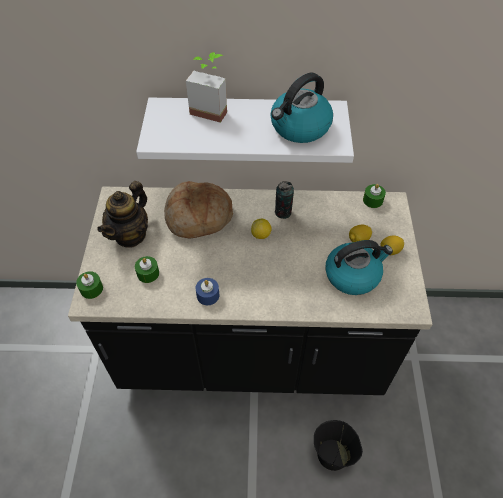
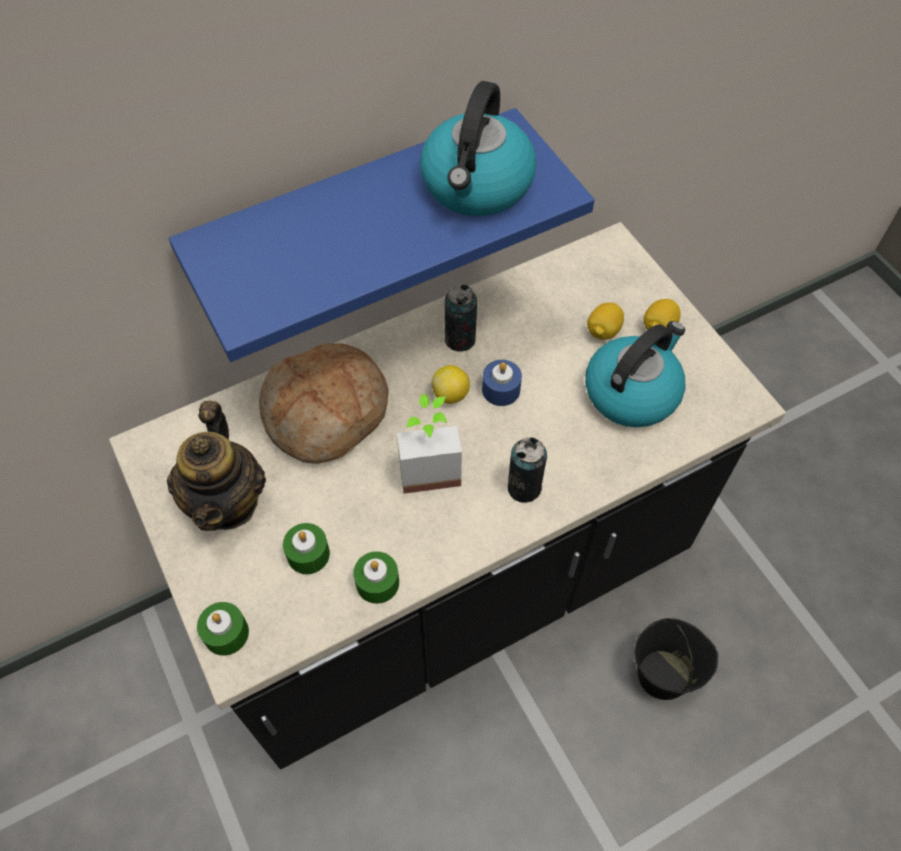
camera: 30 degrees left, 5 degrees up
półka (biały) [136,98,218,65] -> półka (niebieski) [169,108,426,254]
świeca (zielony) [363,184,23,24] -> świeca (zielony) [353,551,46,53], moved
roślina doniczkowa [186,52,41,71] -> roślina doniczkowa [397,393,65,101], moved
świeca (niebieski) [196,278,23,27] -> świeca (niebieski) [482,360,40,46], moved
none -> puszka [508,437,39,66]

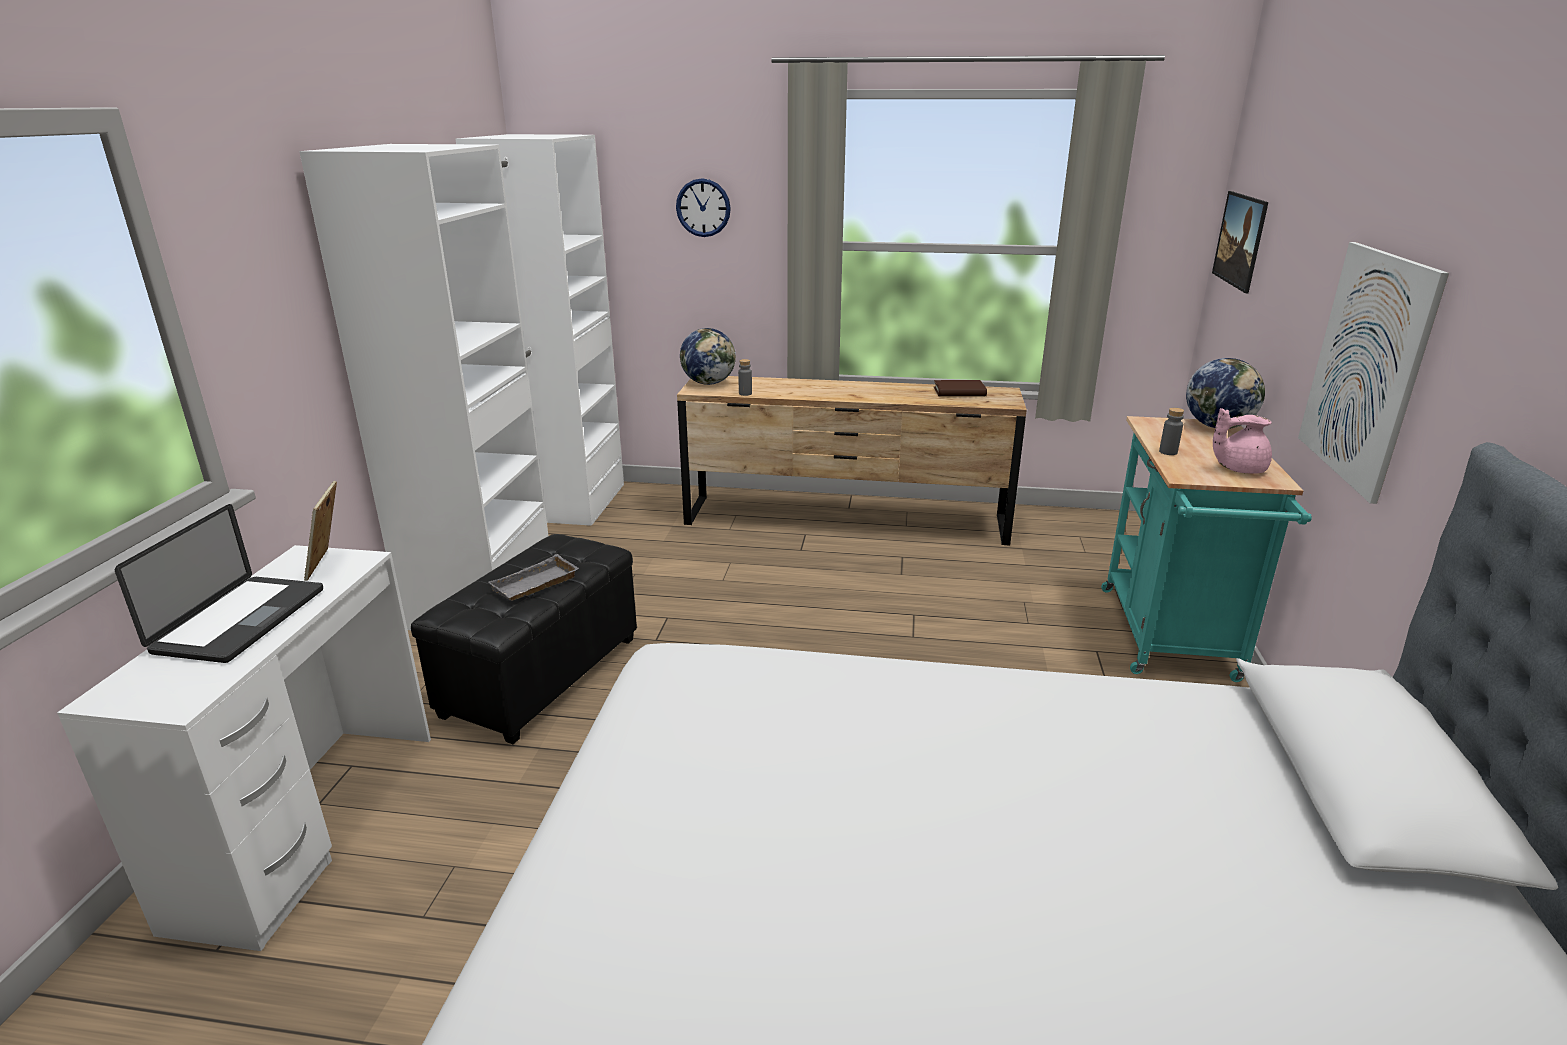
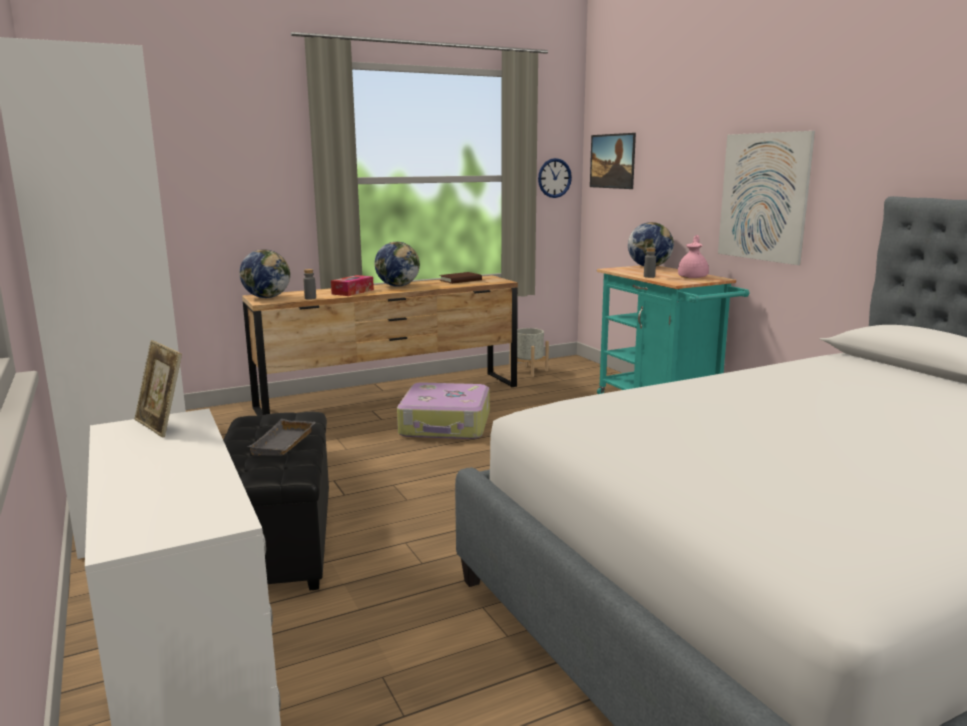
camera: 35 degrees left, 10 degrees down
none -> pudełko chusteczek [331,275,43,21]
none -> globus [375,242,45,45]
none -> walizka [397,382,93,57]
none -> donica (szary) [510,328,39,49]
zegar ścienny [676,178,55,59] -> zegar ścienny [538,158,34,40], moved
imbryk (różowy) [1213,408,59,66] -> imbryk (różowy) [678,235,31,43], 150 degrees clockwise
laptop [115,504,208,159] -> none

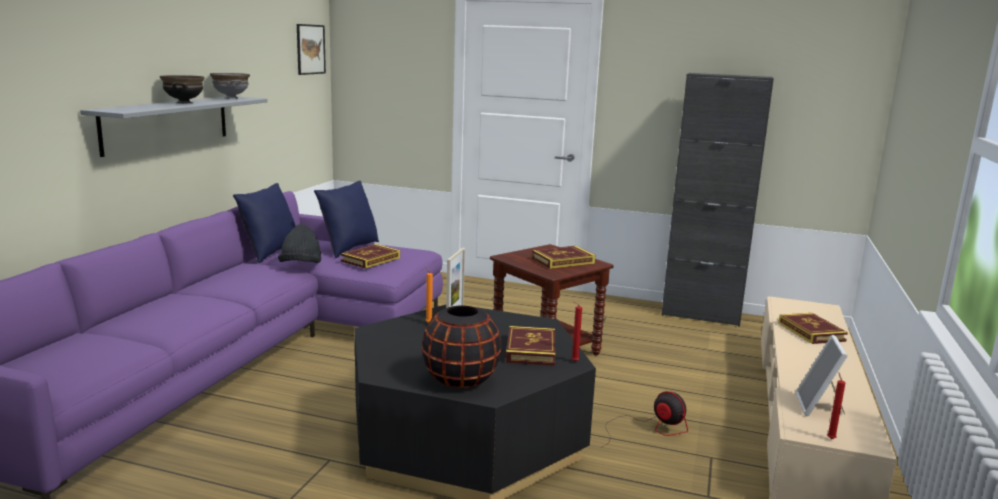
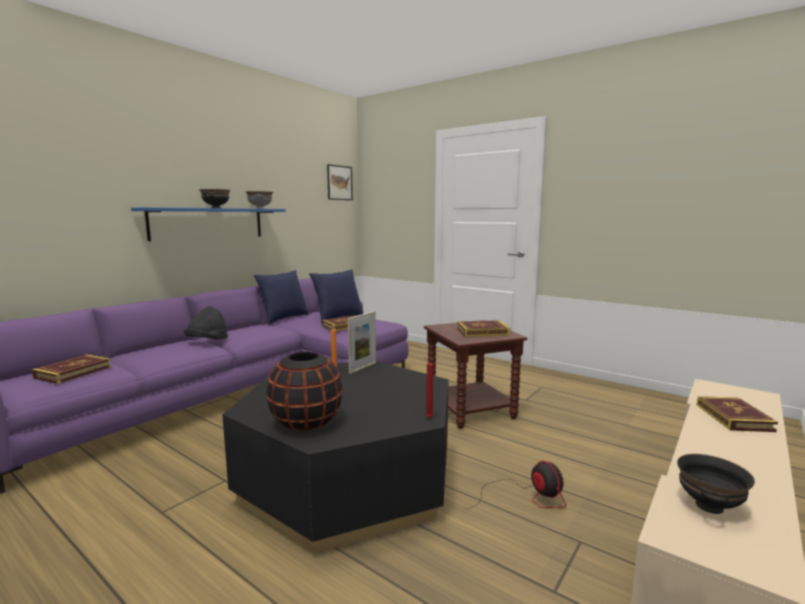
camera: 20 degrees right, 5 degrees down
książka [506,326,50,40] -> książka [32,354,80,30], moved
półka (szary) [80,96,187,61] -> półka (niebieski) [131,207,155,34]
kapelusz (czarny) [278,224,43,39] -> kapelusz (czarny) [184,306,44,33], moved
ramka na zdjęcie [796,335,52,81] -> miska (czarny) [677,454,78,60]
szafka (czarny) [661,73,113,254] -> none
świeca (czerwony) [827,372,18,67] -> none

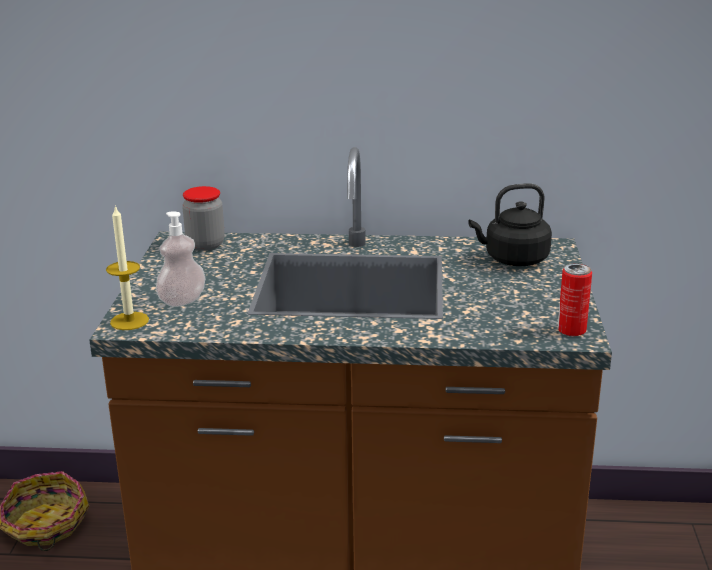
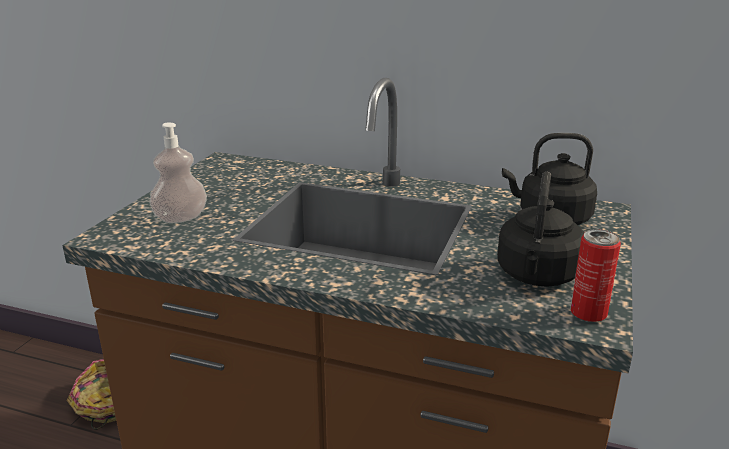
camera: 15 degrees right, 0 degrees up
none -> czajnik (czarny) [497,172,88,115]
świeca [106,205,43,125] -> none
słoik [182,186,43,65] -> none

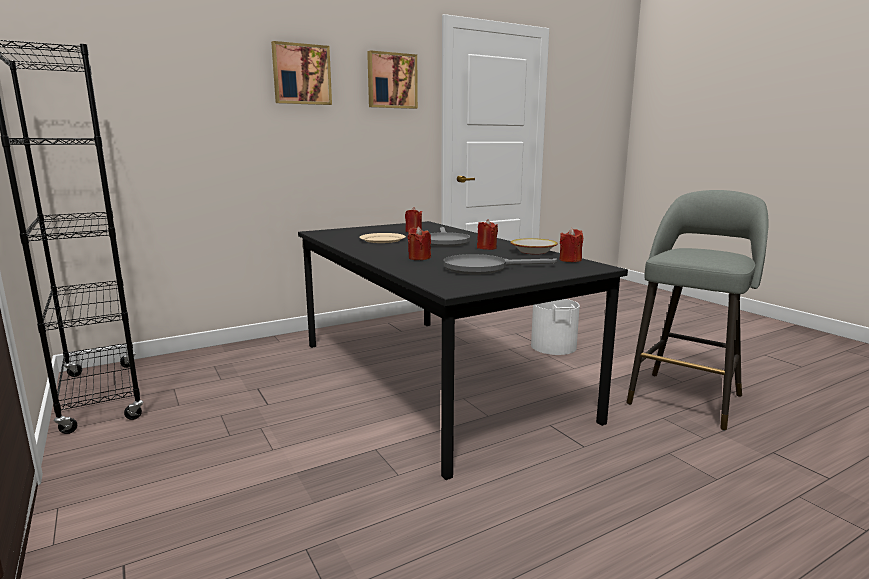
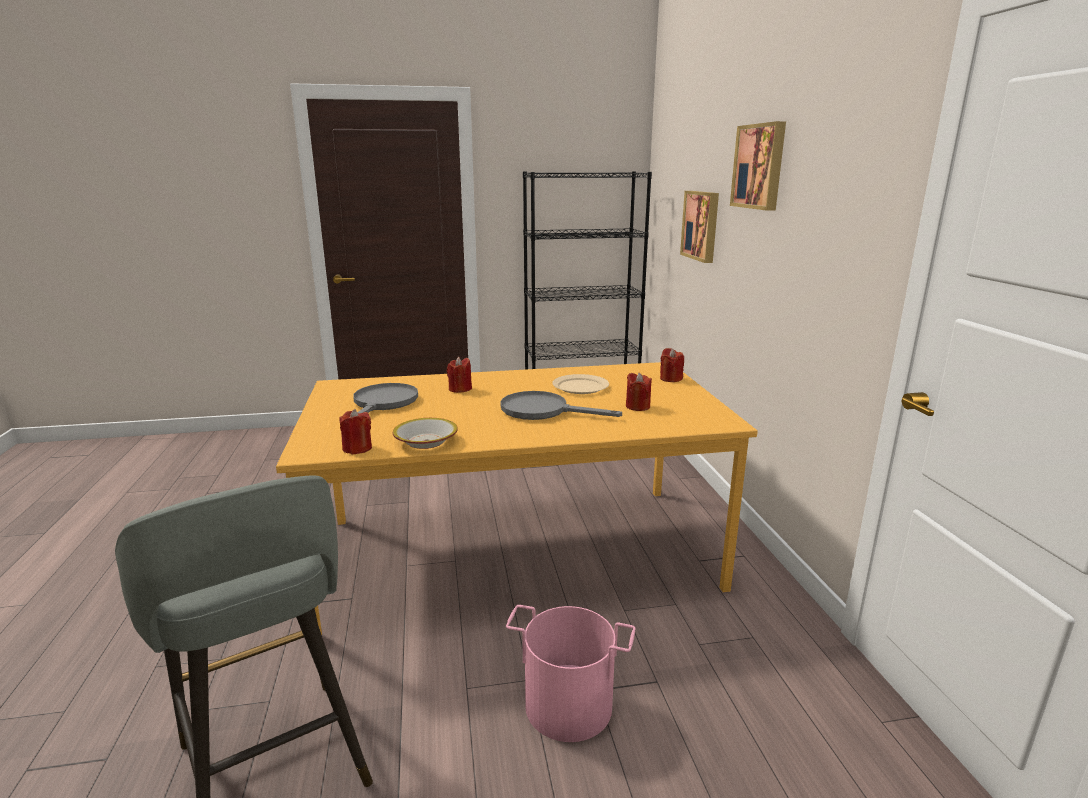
camera: 110 degrees right, 5 degrees up
stół jadalny (czarny) [298,221,330,259] -> stół jadalny (pomarańczowy) [276,362,482,273]
wiadro (biały) [531,299,49,56] -> wiadro (różowy) [506,605,130,137]
świeca (czerwony) [477,219,21,31] -> świeca (czerwony) [660,348,24,34], moved
obraz [367,50,51,59] -> obraz [680,191,39,72], moved

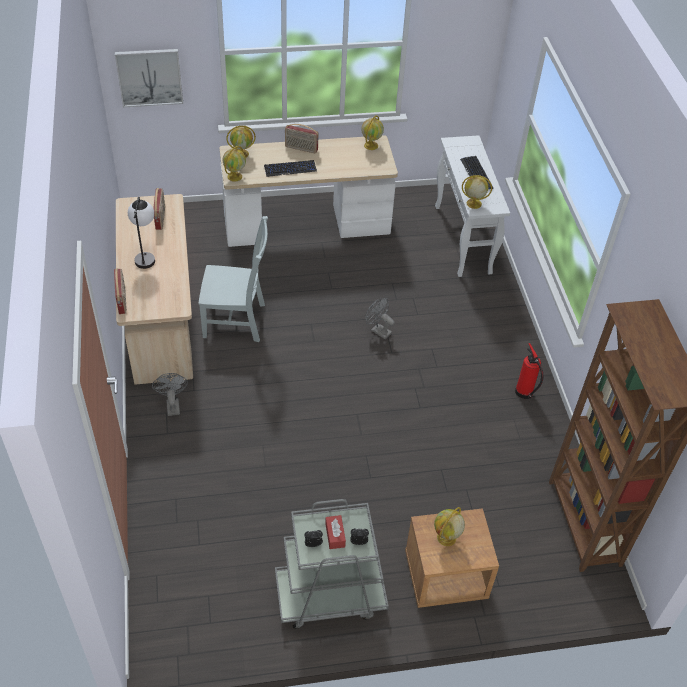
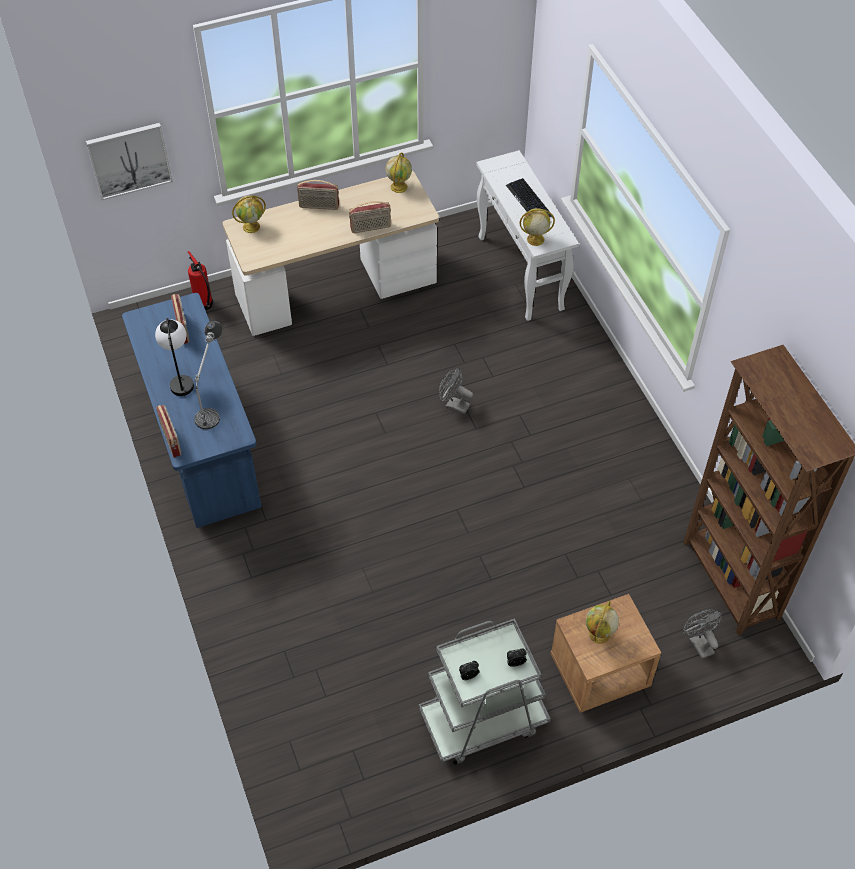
camera: 10 degrees left, 5 degrees up
biurko (beżowy) [116,194,77,191] -> biurko (niebieski) [122,293,139,235]
gaśnica [515,343,28,56] -> gaśnica [188,251,25,59], moved
none -> lampa stołowa [194,321,29,109]
none -> radio [349,201,42,32]
wentylator (szary) [152,373,36,43] -> wentylator (szary) [683,609,39,50], moved
krzesło (szary) [198,216,70,126] -> none
globus [223,146,23,36] -> none
klawiatura [264,160,53,17] -> none
pudełko chusteczek (czerwony) [325,515,21,34] -> none

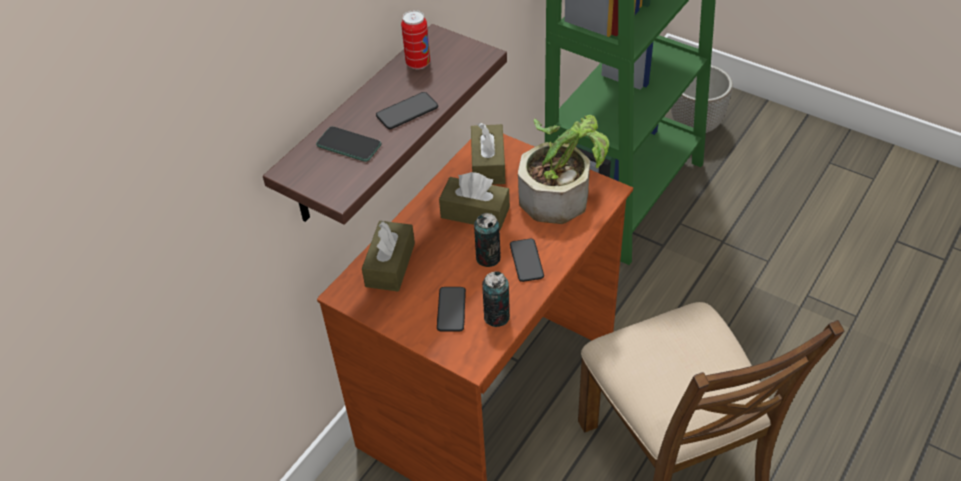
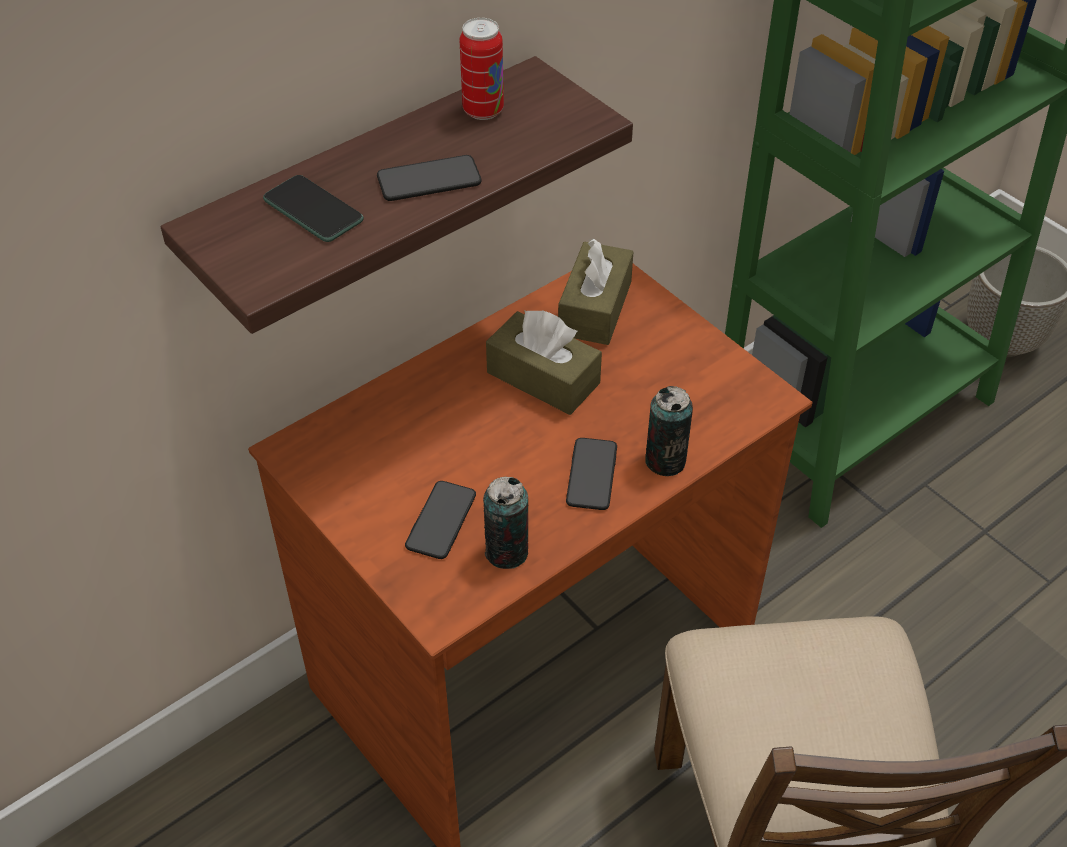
camera: 15 degrees right, 0 degrees up
puszka [474,213,27,54] -> puszka [645,386,48,90], moved
pudełko chusteczek (brązowy) [362,221,53,70] -> none
roślina doniczkowa [518,115,91,109] -> none

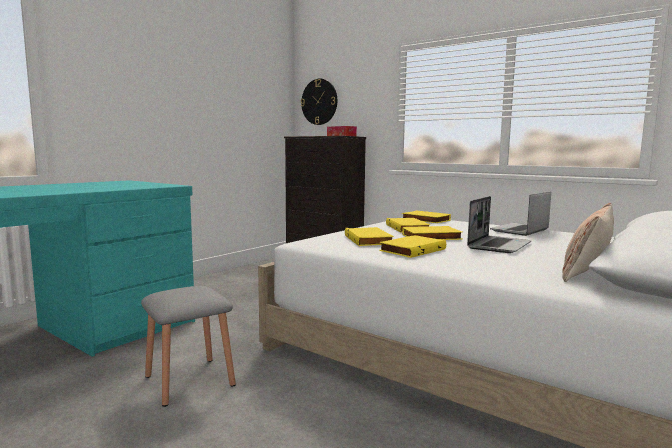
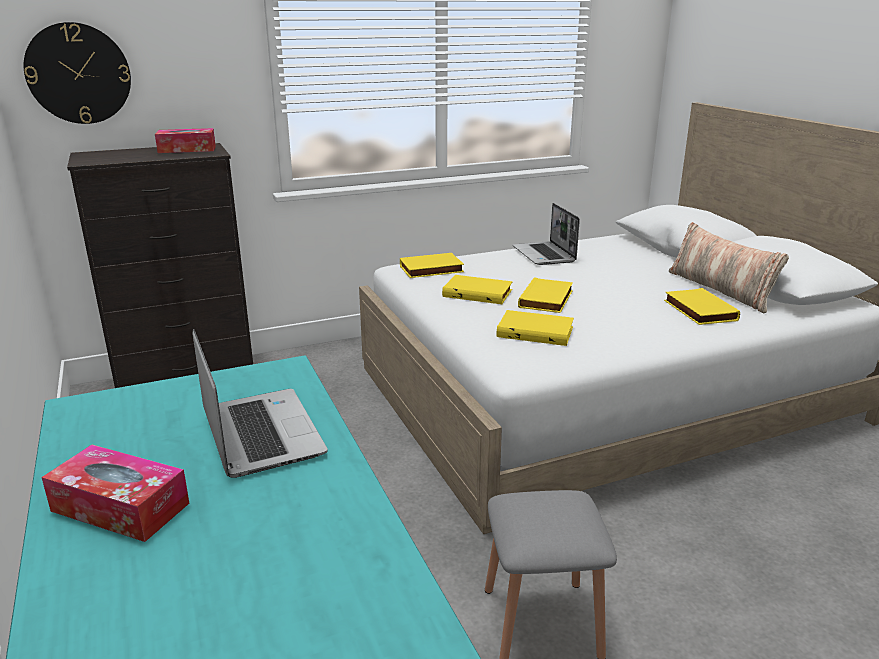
camera: 60 degrees left, 15 degrees up
none -> pudełko chusteczek [41,445,148,97]
laptop [467,196,64,57] -> laptop [193,329,135,149], moved
książka (żółty) [379,235,67,23] -> książka (żółty) [664,288,76,37], moved

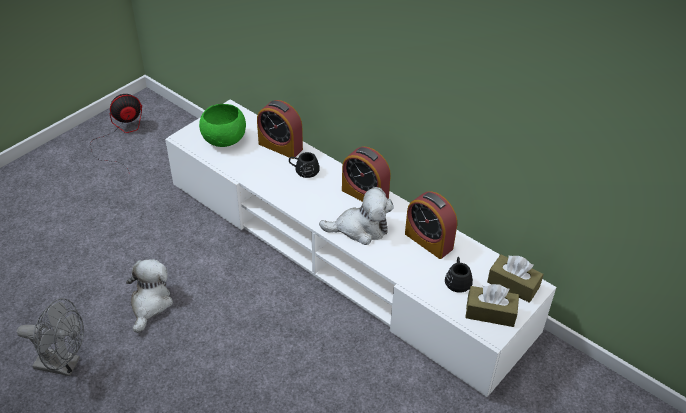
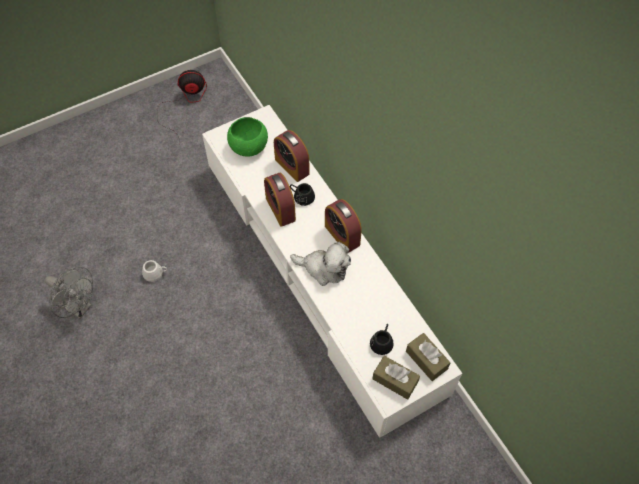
camera: 20 degrees right, 15 degrees up
pluszak [126,259,47,74] -> kubek (biały) [142,260,25,22]
budzik [405,191,52,68] -> budzik [264,173,32,54], moved

